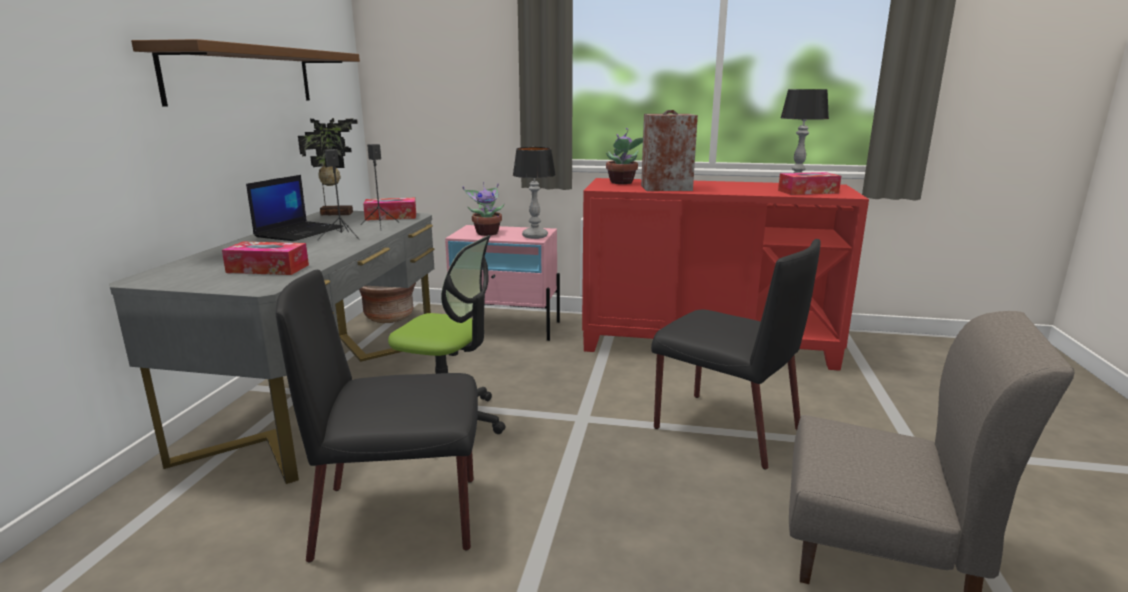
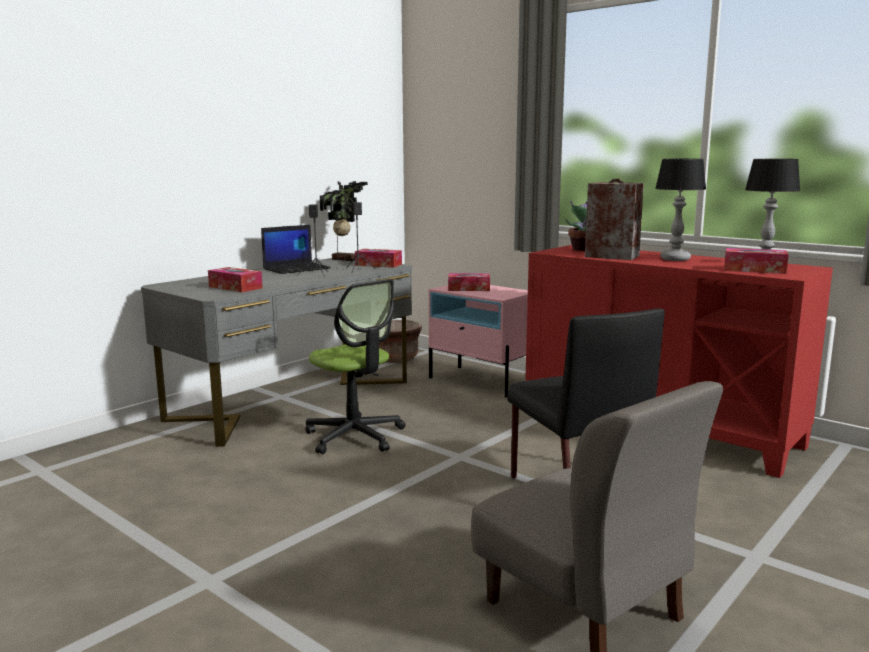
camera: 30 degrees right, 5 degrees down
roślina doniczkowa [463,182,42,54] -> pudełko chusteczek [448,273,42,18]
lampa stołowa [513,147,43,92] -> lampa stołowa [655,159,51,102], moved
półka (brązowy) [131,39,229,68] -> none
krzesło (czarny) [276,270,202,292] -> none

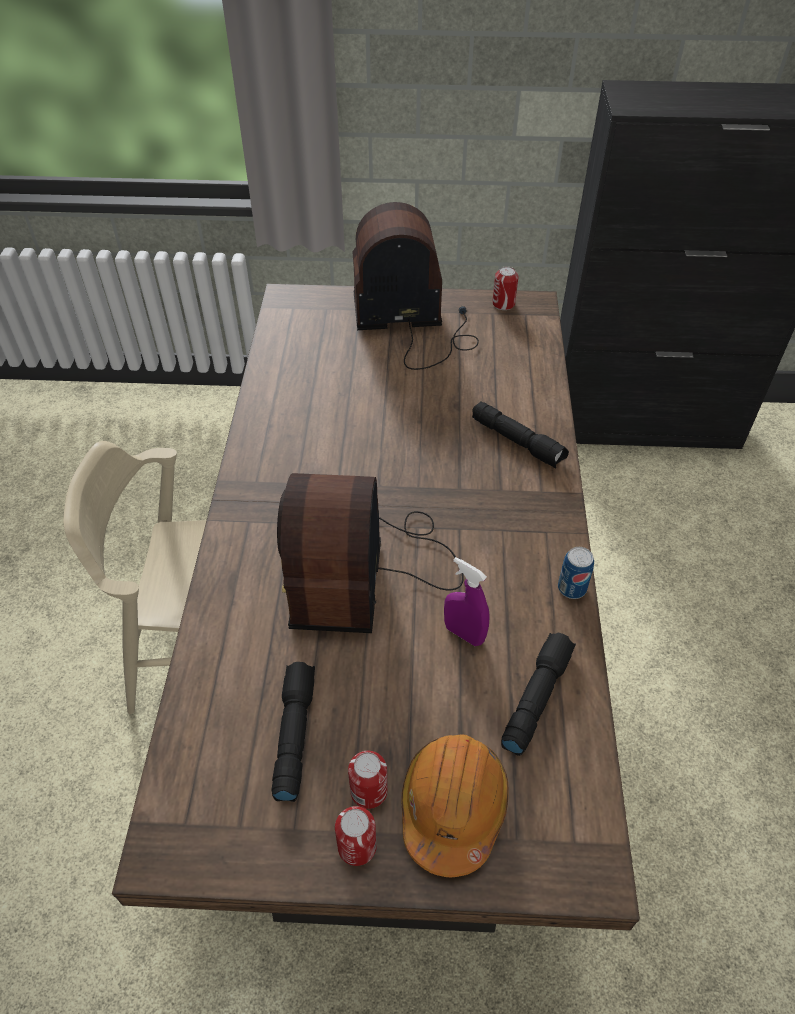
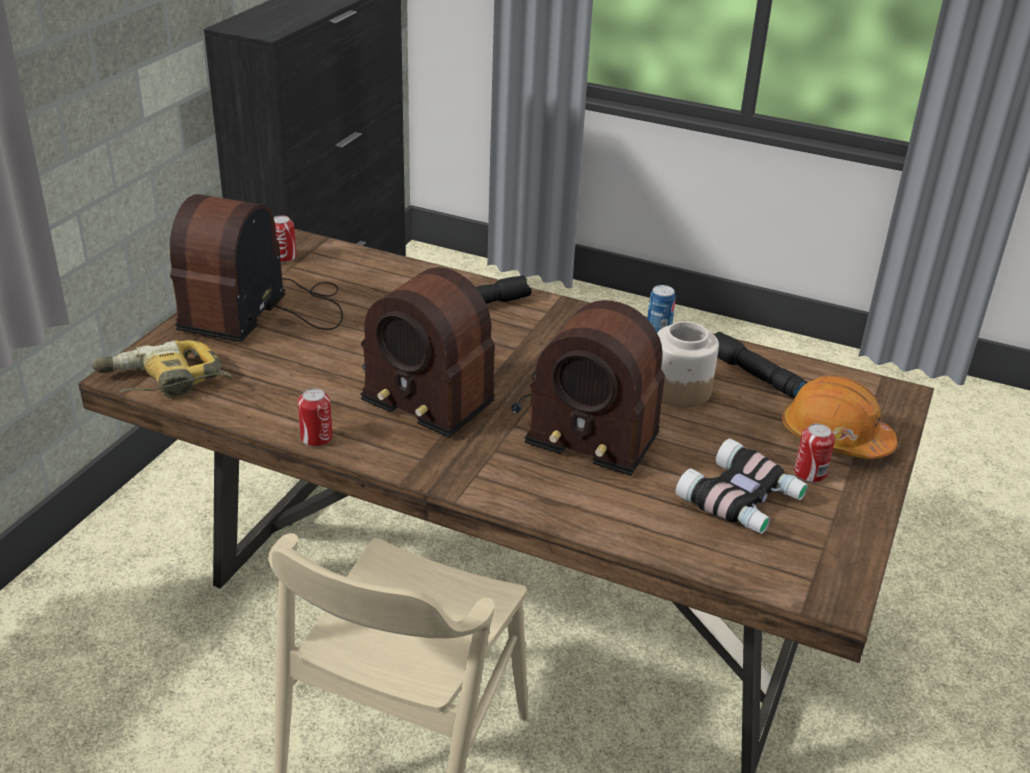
camera: 70 degrees left, 15 degrees down
none -> wiertarka [92,340,141,58]
puszka [335,806,42,60] -> puszka [298,388,34,59], moved
none -> radio [360,267,135,170]
spryskiwacz (fioletowy) [444,557,46,89] -> słoik [657,321,62,86]
latarka (czarny) [271,662,44,140] -> lornetka [676,439,132,95]

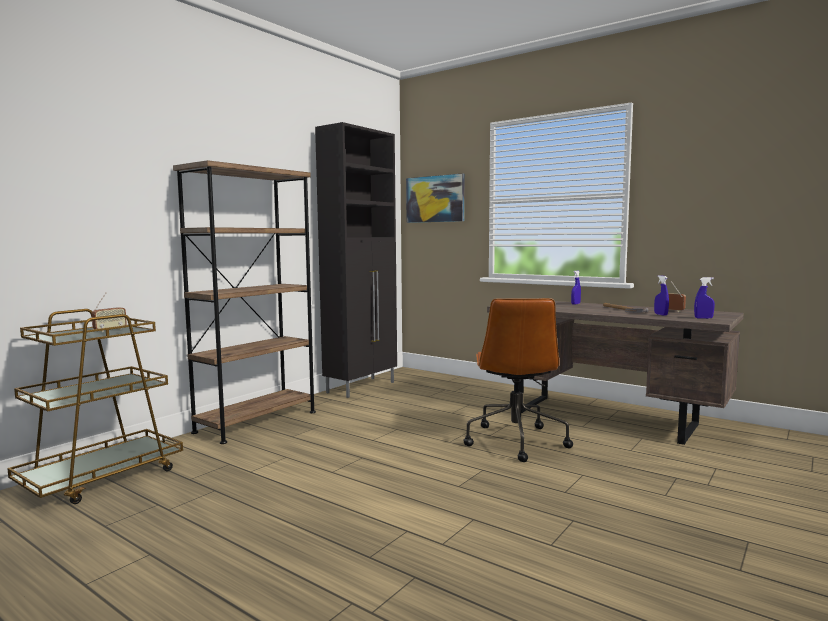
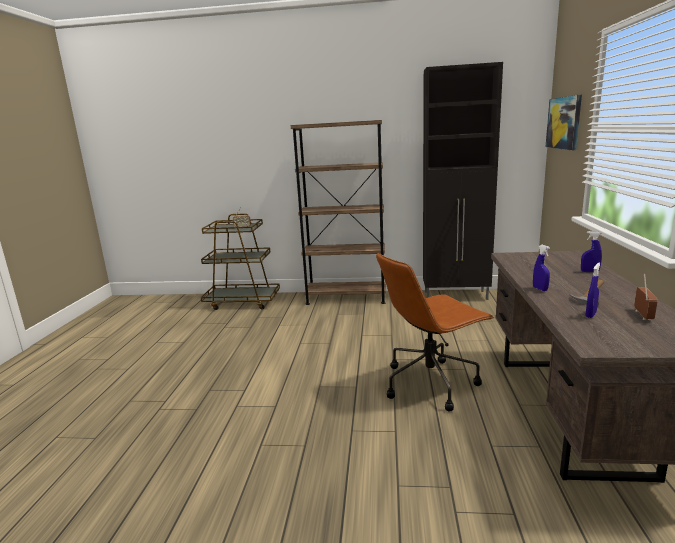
camera: 60 degrees right, 10 degrees up
spryskiwacz (niebieski) [694,277,21,42] -> spryskiwacz (niebieski) [533,245,17,46], moved

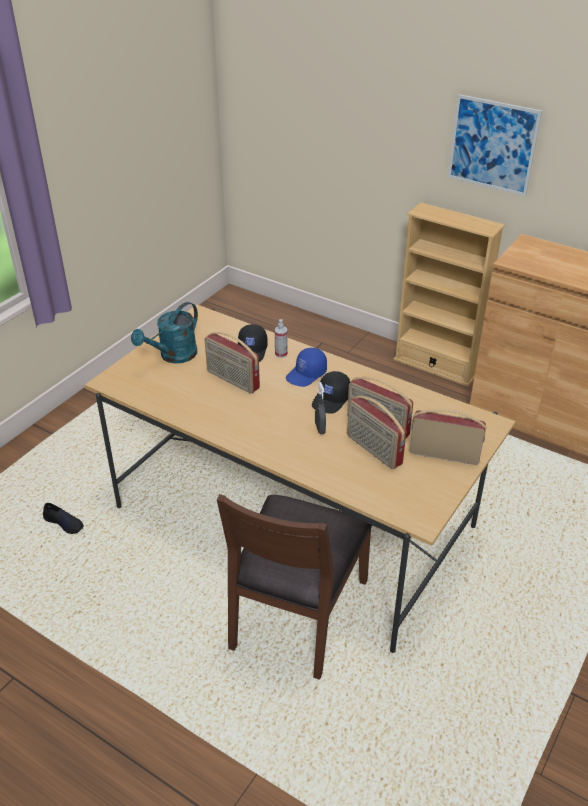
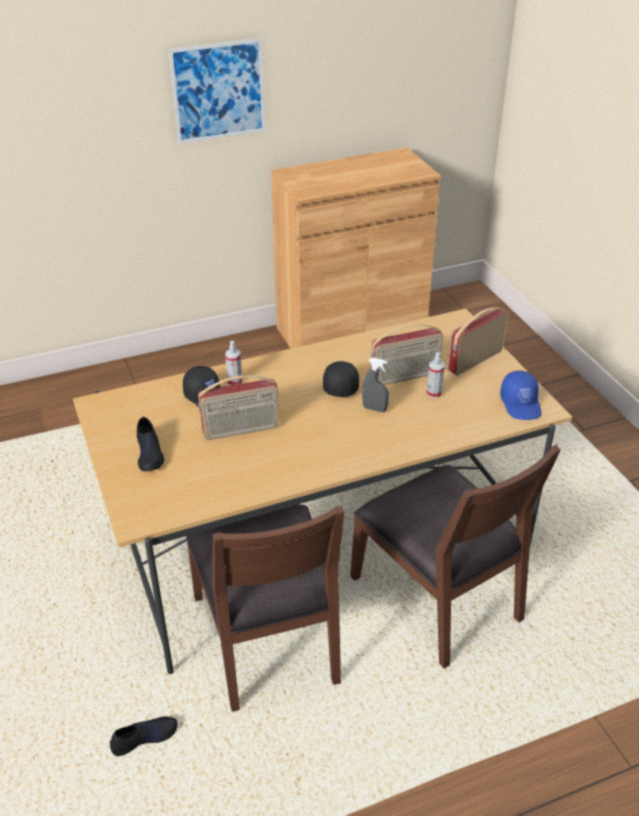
camera: 55 degrees left, 0 degrees up
konewka (turkusowy) [131,302,67,61] -> but (czarny) [137,417,27,54]
none -> krzesło (brązowy) [186,505,158,207]
czapka z daszkiem (czarny) [312,371,38,43] -> czapka z daszkiem (czarny) [323,361,36,36], 150 degrees counterclockwise
radio [347,396,59,73] -> spryskiwacz [426,352,19,46]
czapka z daszkiem (niebieski) [286,348,41,39] -> czapka z daszkiem (niebieski) [500,371,41,49], moved
regał (beżowy) [394,202,111,185] -> none

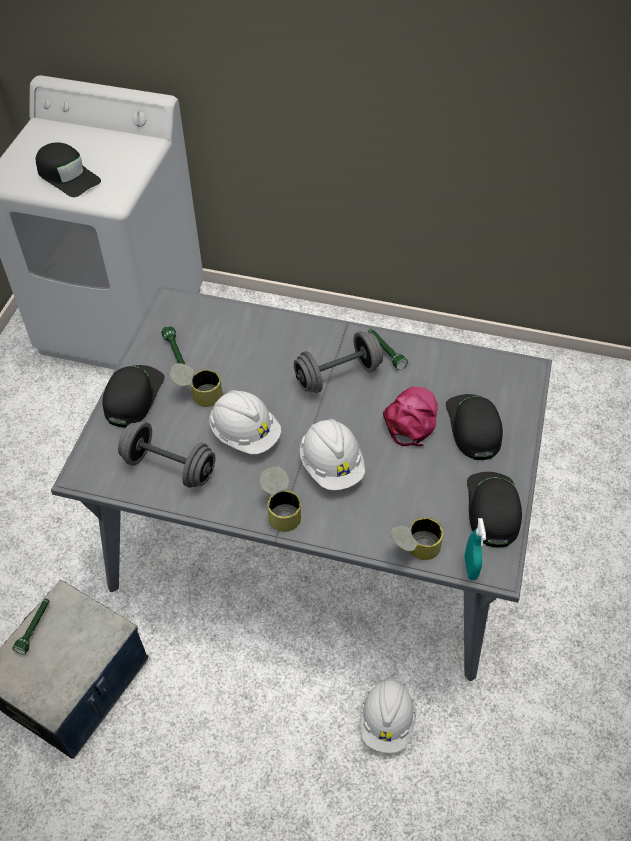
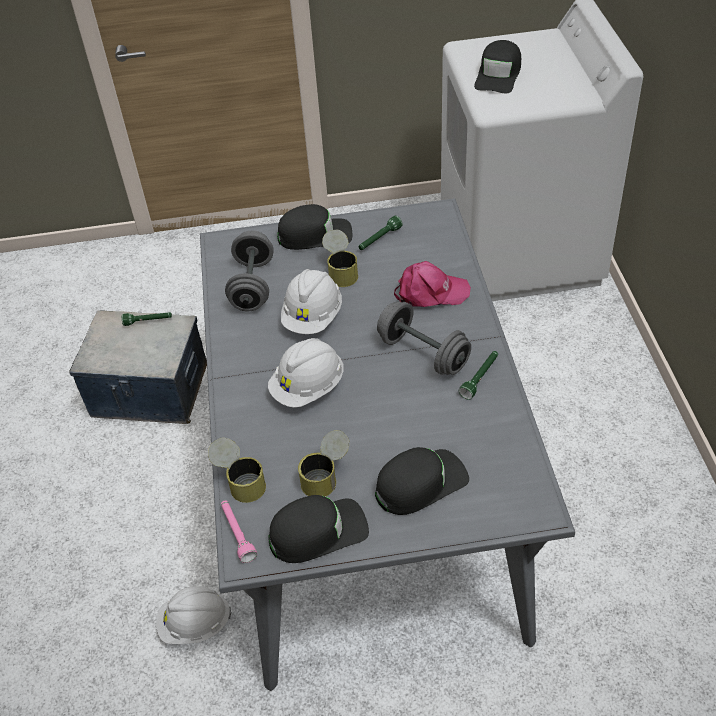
camera: 70 degrees right, 5 degrees down
spryskiwacz (turkusowy) [465,518,21,62] -> latarka (różowy) [221,500,36,63]
puszka [259,466,42,66] -> puszka [298,430,51,67], moved
czapka z daszkiem (różowy) [383,386,55,60] -> czapka z daszkiem (różowy) [394,261,77,46], moved

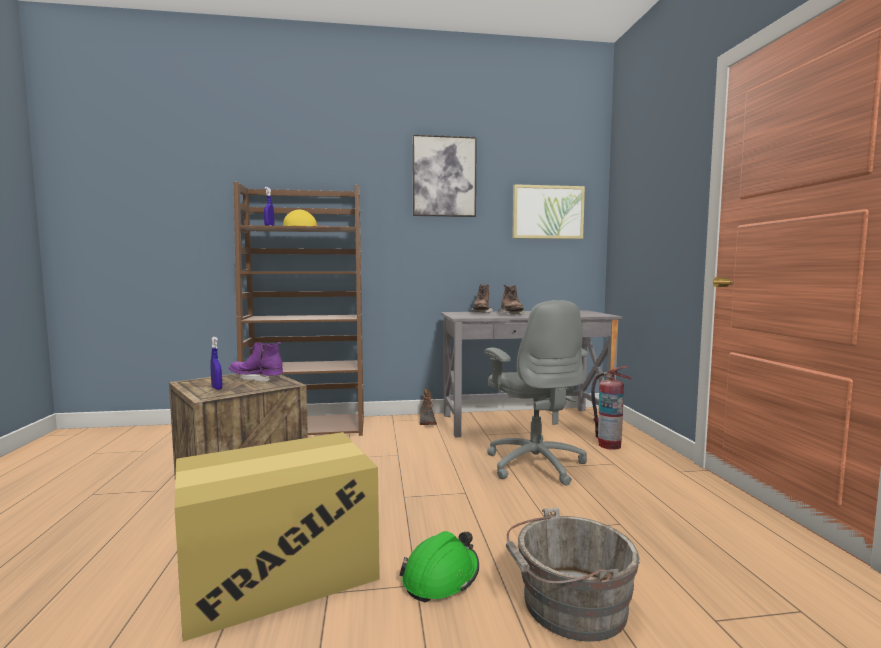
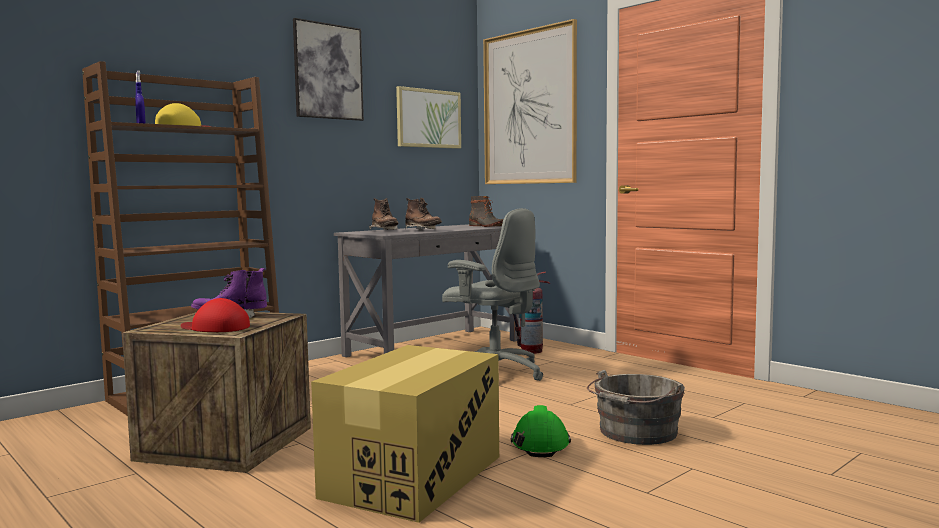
camera: 35 degrees left, 0 degrees up
spryskiwacz (niebieski) [210,337,12,53] -> czapka z daszkiem (czerwony) [180,298,70,34]
but z cholewką [420,389,17,36] -> but z cholewką [469,196,35,31], moved
none -> obraz [483,19,94,165]

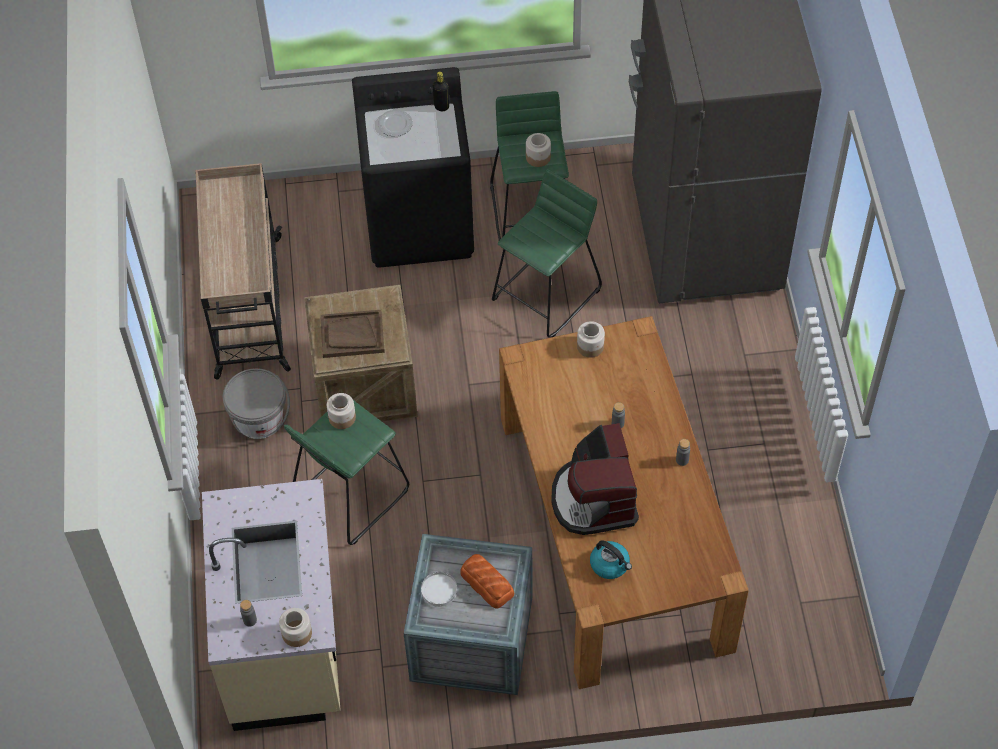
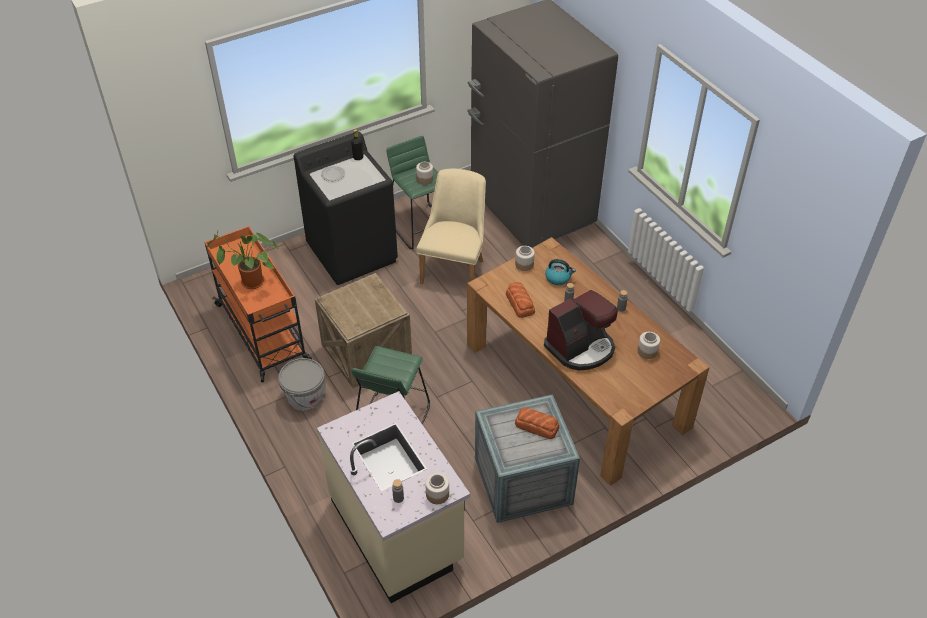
camera: 25 degrees left, 10 degrees down
wózek (beżowy) [195,163,96,217] -> wózek (pomarańczowy) [204,226,108,156]
none -> roślina doniczkowa [207,231,72,58]
stołek (zielony) [492,169,110,169] -> krzesło (beżowy) [416,169,70,115]
none -> chleb [506,282,29,36]
ekspres do kawy [551,423,88,112] -> ekspres do kawy [544,290,74,80], 90 degrees counterclockwise
czajnik [590,540,42,39] -> czajnik [545,259,31,26], moved
słoik [327,393,29,36] -> słoik [638,332,22,27], moved
taca (brązowy) [320,310,65,48] -> none
talerz (biały) [421,572,36,35] -> none

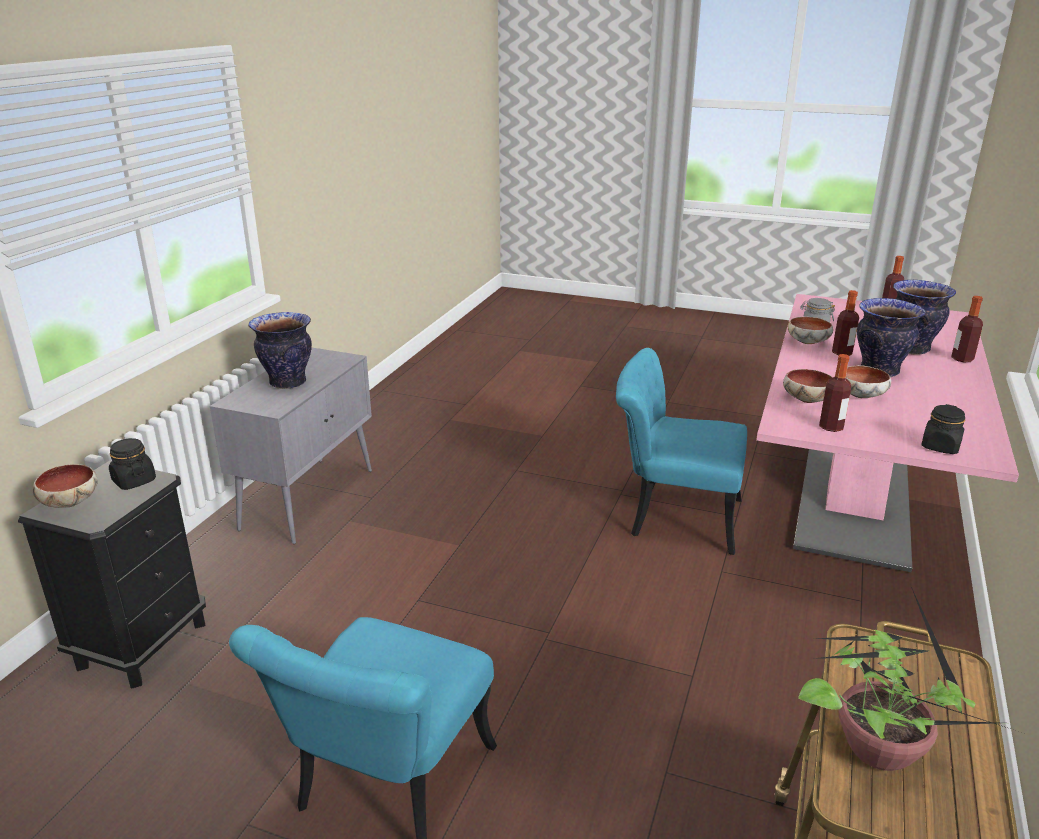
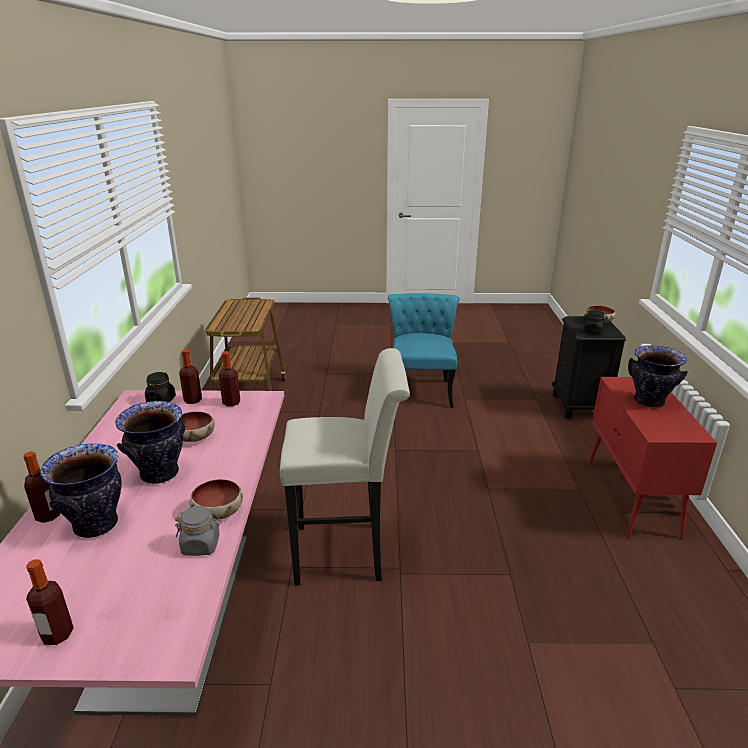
camera: 160 degrees right, 0 degrees up
butelka [832,290,27,66] -> butelka [179,349,23,55], moved
krzesło (turkusowy) [616,348,131,207] -> stołek (biały) [280,348,130,237]
szafka (szary) [210,348,162,196] -> szafka (czerwony) [588,377,129,162]
miska [783,369,50,34] -> none
roślina doniczkowa [798,587,212,184] -> none

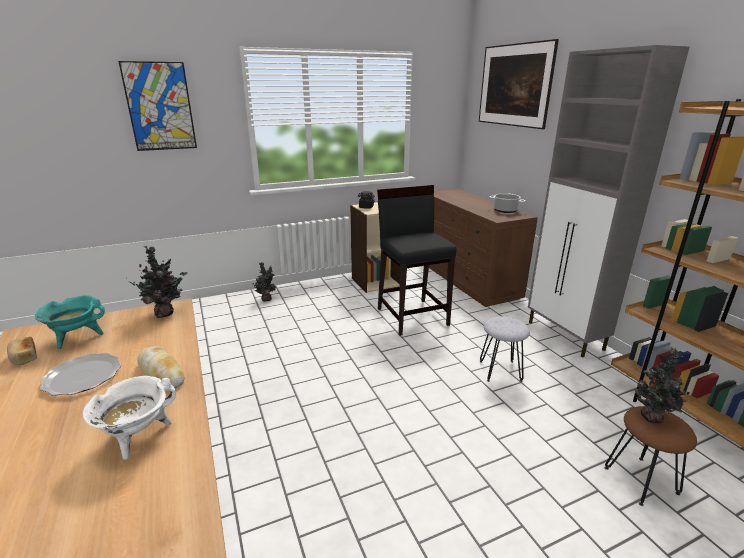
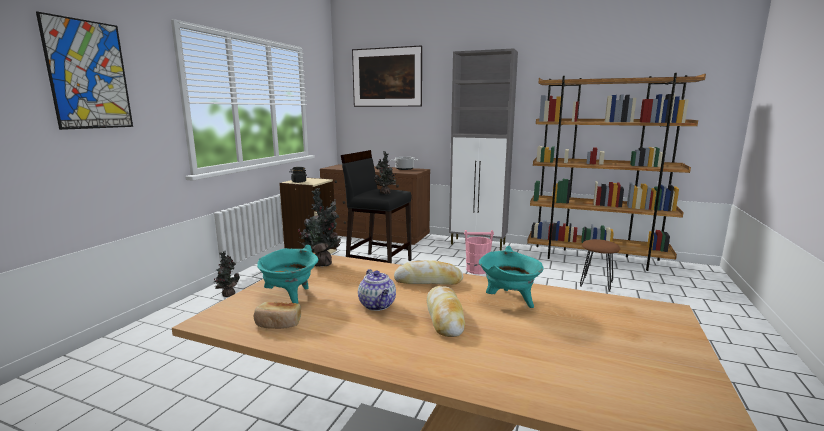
camera: 45 degrees left, 10 degrees down
talerz [40,353,81,43] -> imbryk [358,269,38,42]
roślina doniczkowa [635,347,54,77] -> roślina doniczkowa [374,151,22,43], moved
none -> chleb [427,286,38,51]
stołek (szary) [480,316,50,66] -> wiadro (różowy) [464,230,30,44]
garnek (biały) [83,376,93,84] -> garnek (turkusowy) [479,246,65,62]

